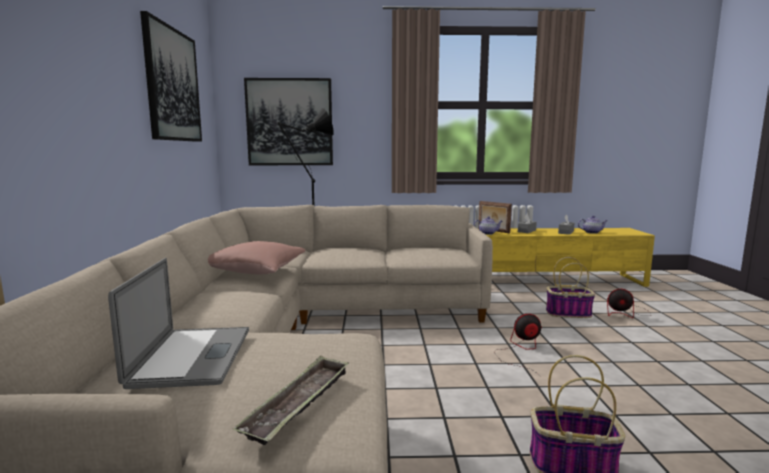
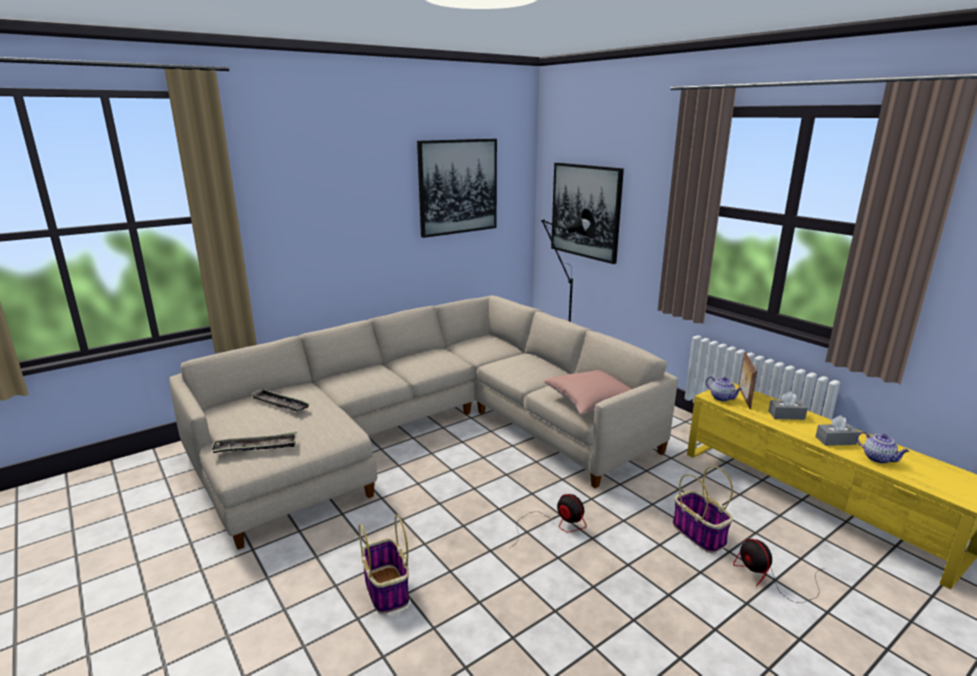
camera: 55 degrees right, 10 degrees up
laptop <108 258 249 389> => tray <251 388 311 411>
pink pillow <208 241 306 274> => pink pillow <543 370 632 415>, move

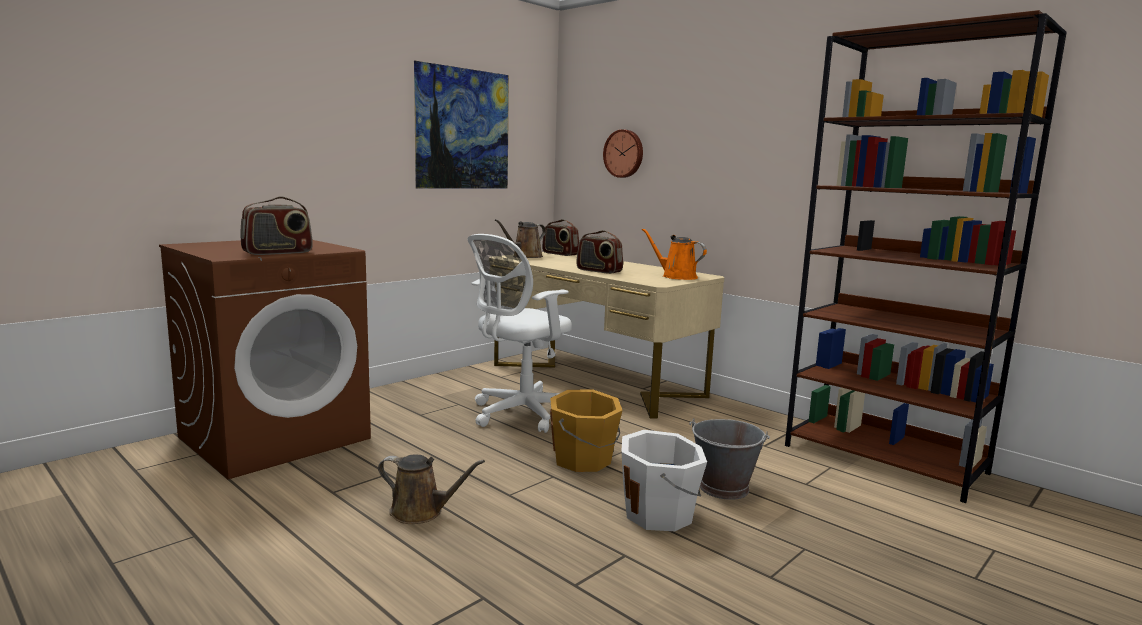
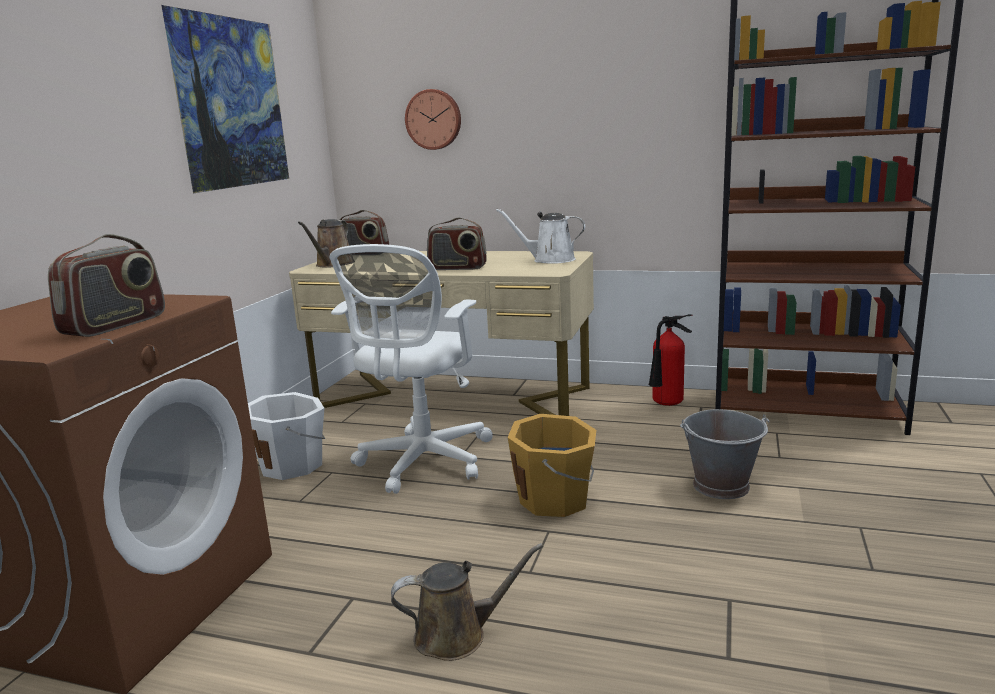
camera: 25 degrees left, 5 degrees up
white bucket <621 430 707 531> => white bucket <248 392 325 480>, move
orange watering can <642 228 707 280> => white watering can <496 208 585 264>
nothing => fire extinguisher <648 314 692 406>

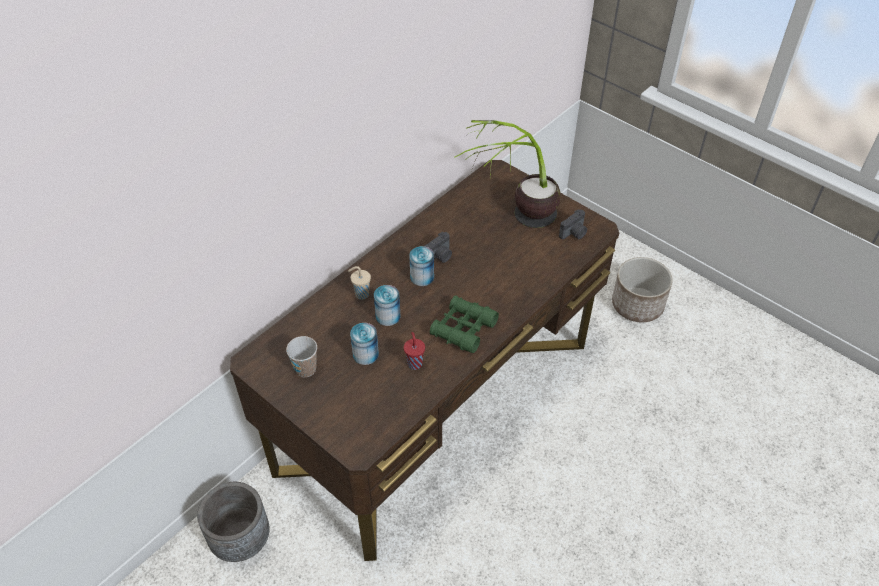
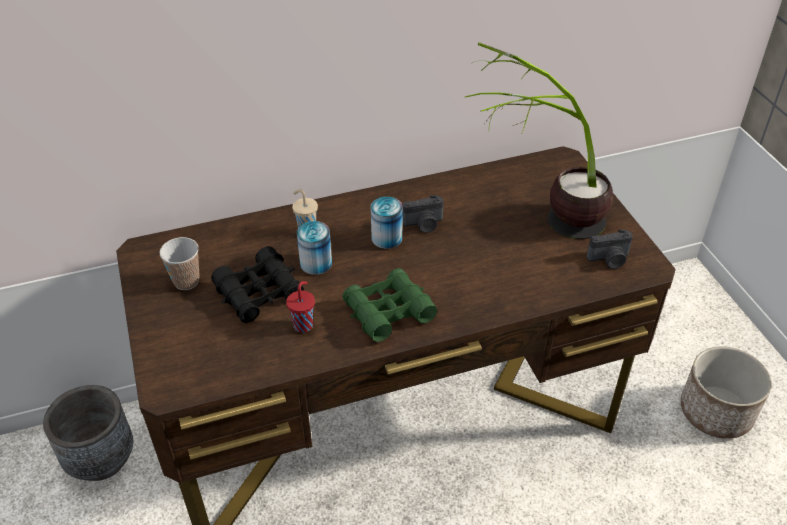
camera: 30 degrees right, 5 degrees down
can <350 323 379 365> => black binoculars <211 246 304 323>

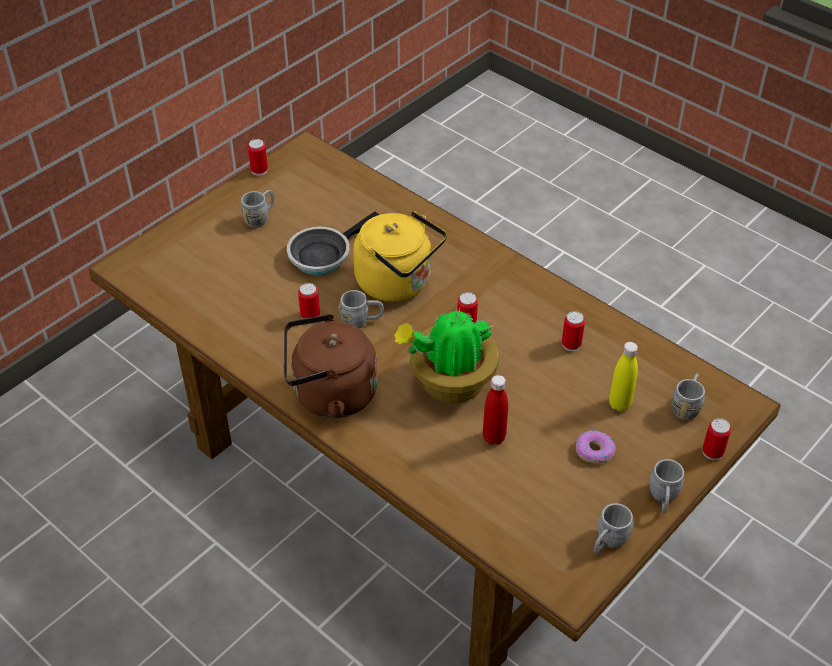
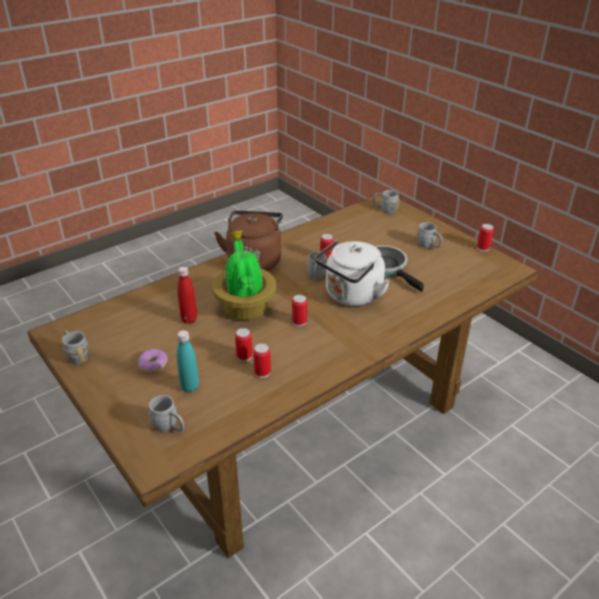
camera: 100 degrees right, 10 degrees down
yellow bottle <609 342 638 411> => turquoise bottle <177 330 199 392>
can <702 418 731 460> => can <235 328 253 362>, move
yellow kettle <353 211 447 302> => white kettle <315 240 390 306>
grey mug <649 459 684 513> => grey mug <373 190 399 214>, move

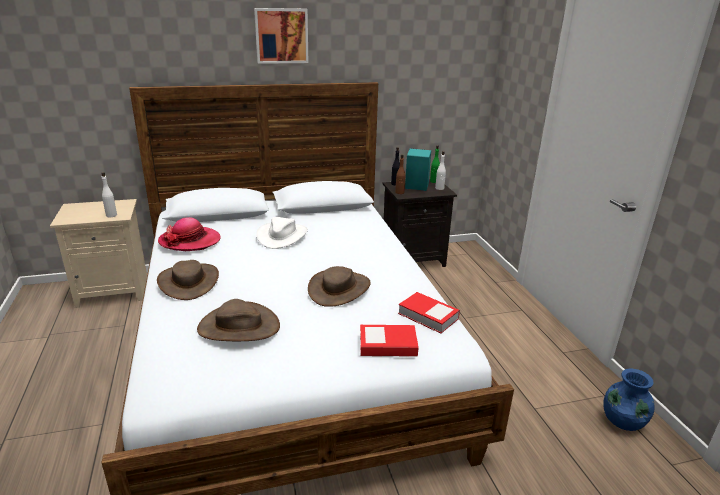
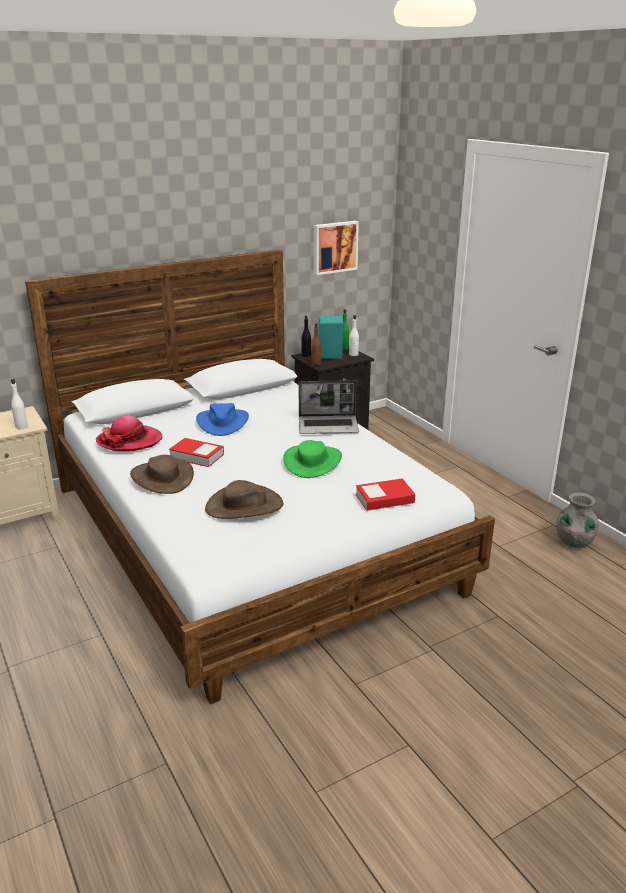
camera: 15 degrees left, 0 degrees up
book <398 292 460 333> => book <169 438 224 467>, move
white hat <256 217 308 249> => blue hat <196 403 249 436>
brown hat <308 266 371 307> => green hat <283 440 342 478>
nothing => laptop <298 380 359 434>
picture <254 8 309 64> => picture <314 221 359 275>, move
blue vase <603 368 655 431> => grey vase <556 493 599 547>

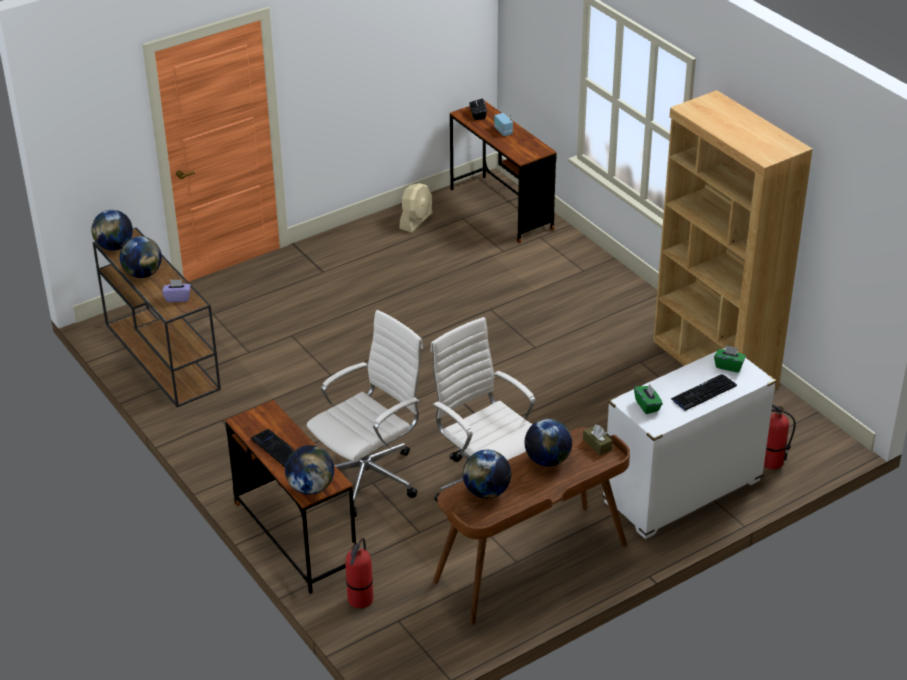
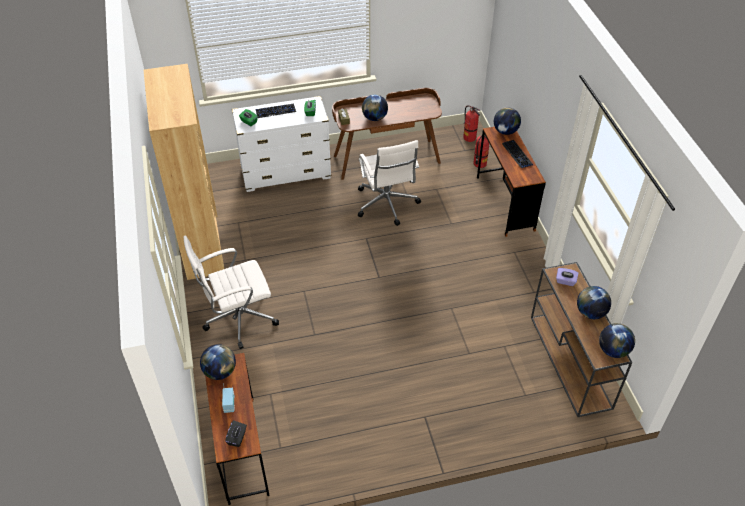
camera: 160 degrees left, 10 degrees up
white office chair <307 310 423 517> => white office chair <184 235 279 349>, move
globe <463 450 511 499> => globe <200 344 236 380>, move
fire extinguisher <764 404 796 470> => fire extinguisher <463 105 480 142>, move
beige fan <399 183 433 233> => nothing

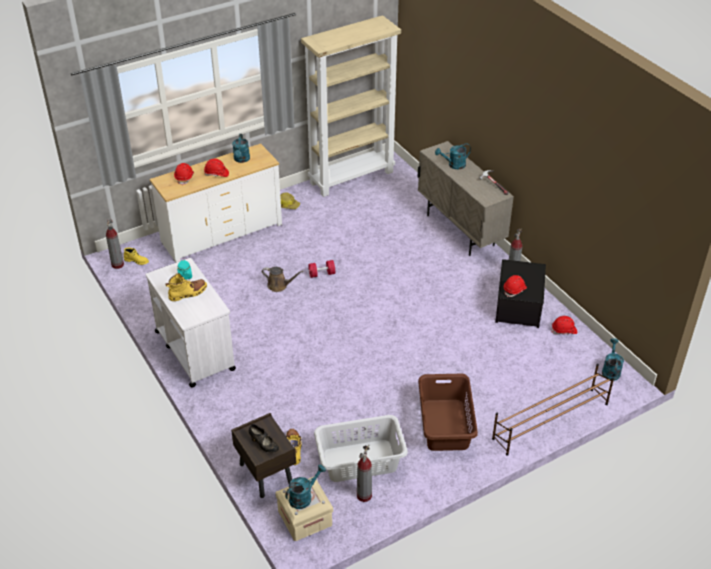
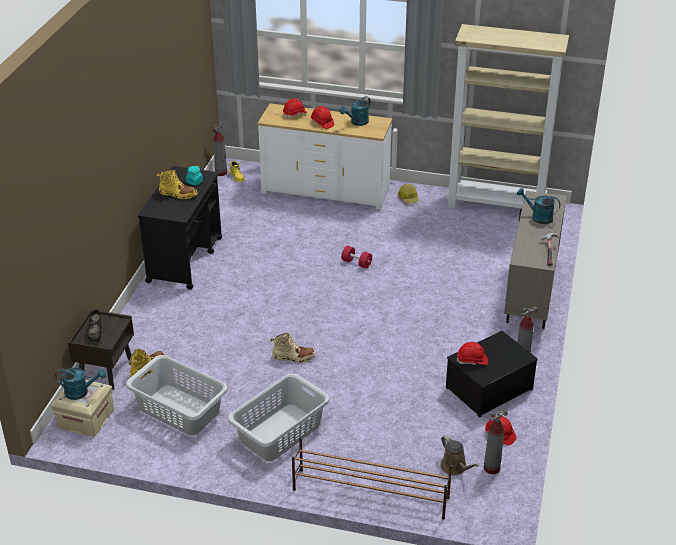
camera: 45 degrees right, 5 degrees down
white cart <146 258 236 388> => black cart <138 166 222 290>
brown laundry basket <418 374 478 451> => grey laundry basket <227 373 330 461>
nothing => beige boot <270 333 316 363>
brown watering can <262 267 303 292> => brown watering can <440 435 479 475>, move
fire extinguisher <357 445 372 502> => fire extinguisher <484 409 508 474>, move
turquoise watering can <602 338 624 381> => nothing

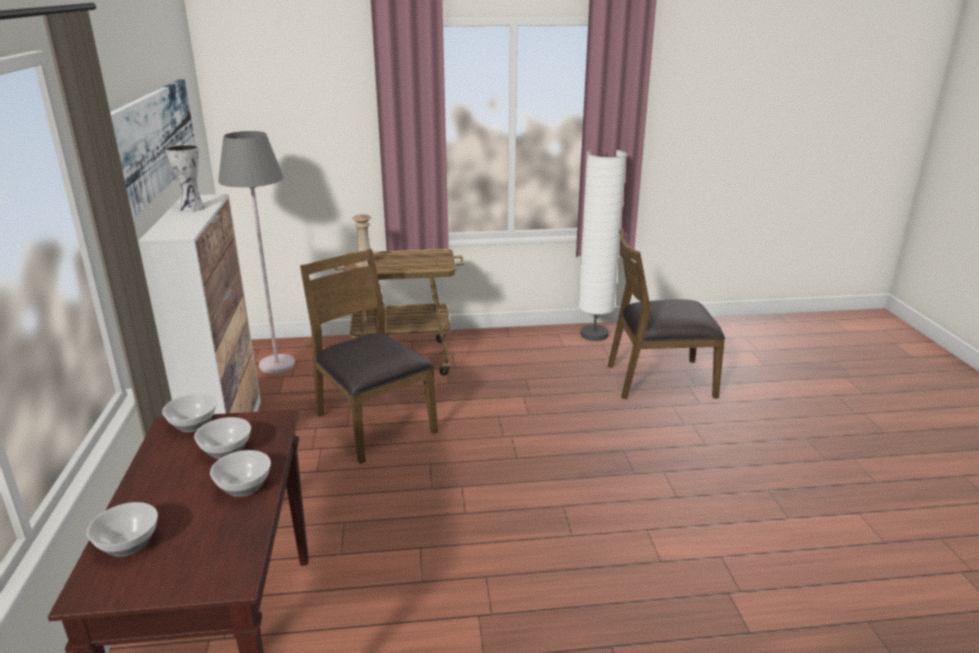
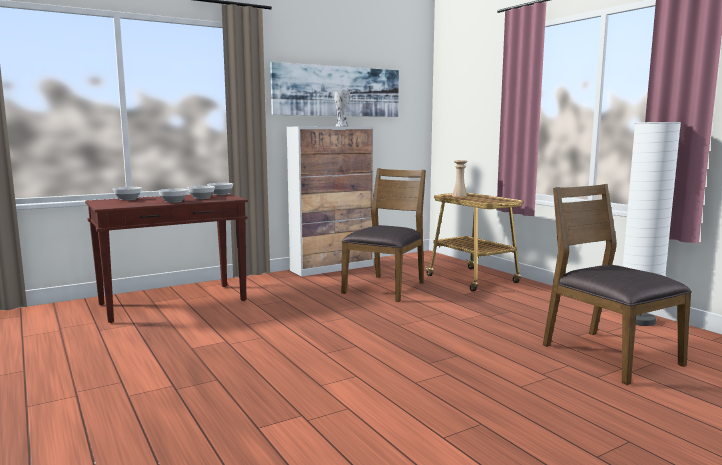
camera: 65 degrees right, 15 degrees down
grey floor lamp <218 131 295 373> => nothing

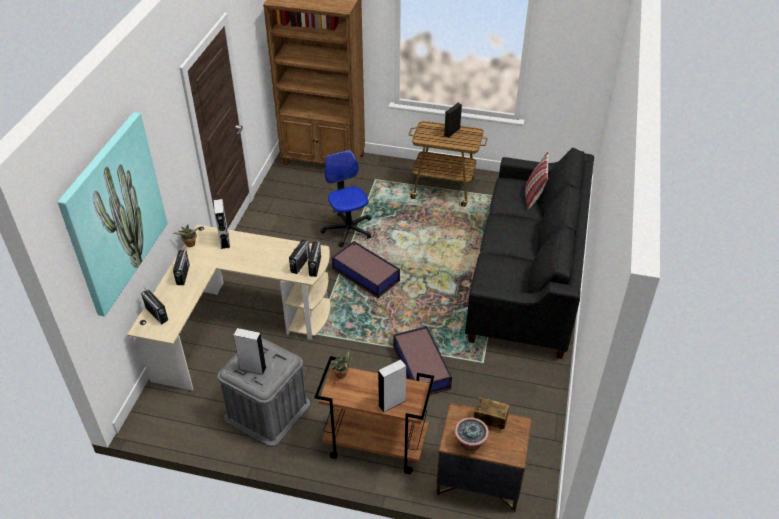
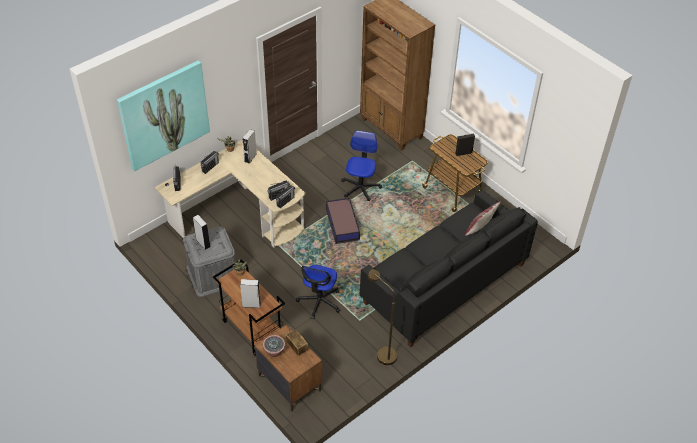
camera: 35 degrees right, 5 degrees up
storage box <393 326 452 395> => office chair <296 265 340 319>
nothing => brown floor lamp <368 269 397 365>

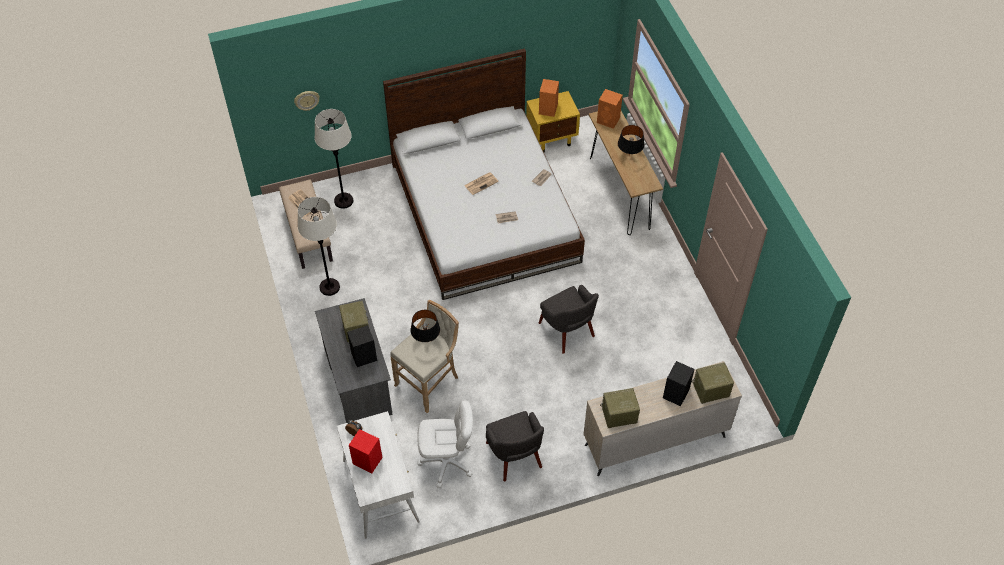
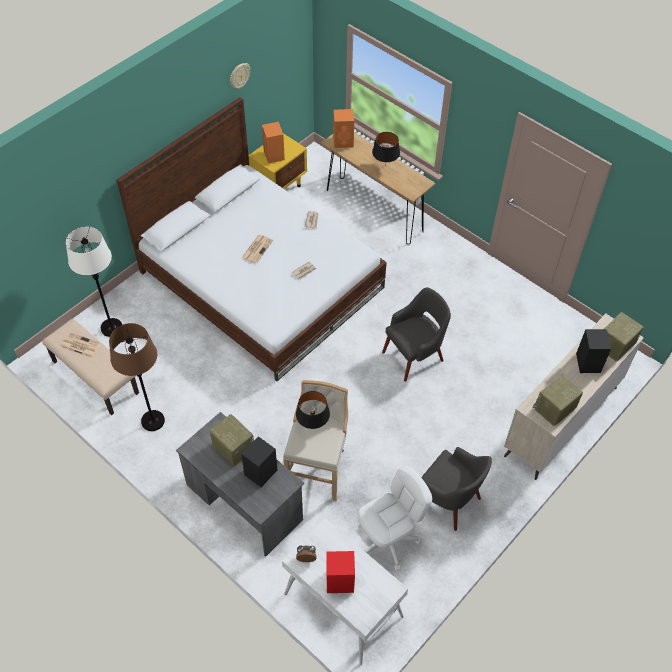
camera: 30 degrees left, 0 degrees up
white floor lamp <298 197 340 296> => brown floor lamp <109 323 165 431>
wall clock <294 91 320 111> => wall clock <230 63 250 89>, move
grey armchair <539 285 599 354> => grey armchair <382 287 451 382>, 60 degrees counterclockwise

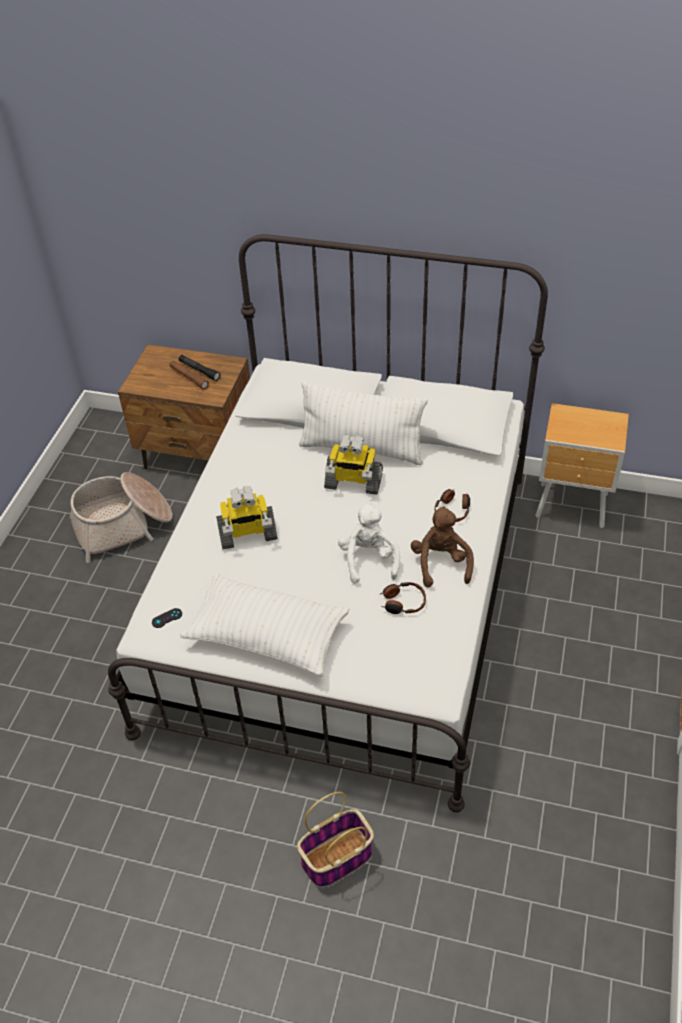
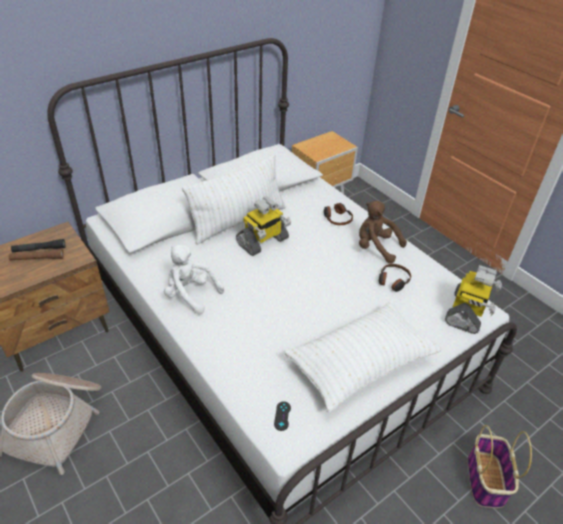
camera: 55 degrees left, 5 degrees down
white plush toy <338 503 400 584> => white plush toy <164 244 224 314>, move
toy robot <216 486 278 549> => toy robot <445 265 502 334>, move

